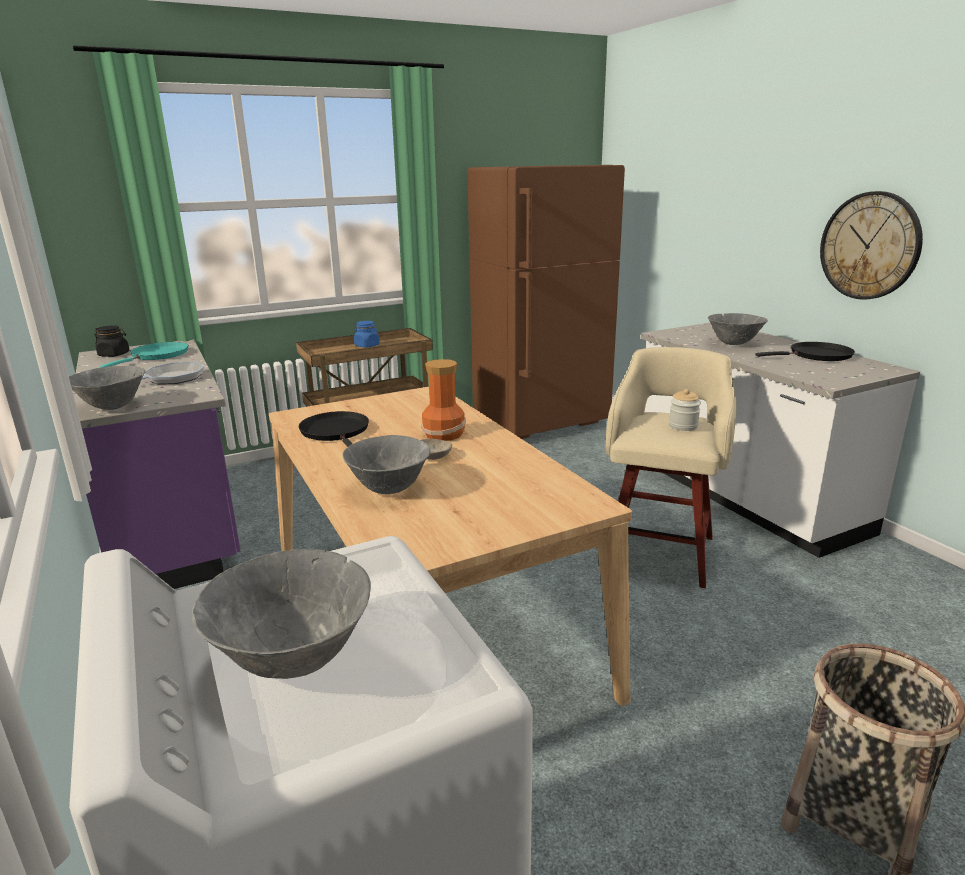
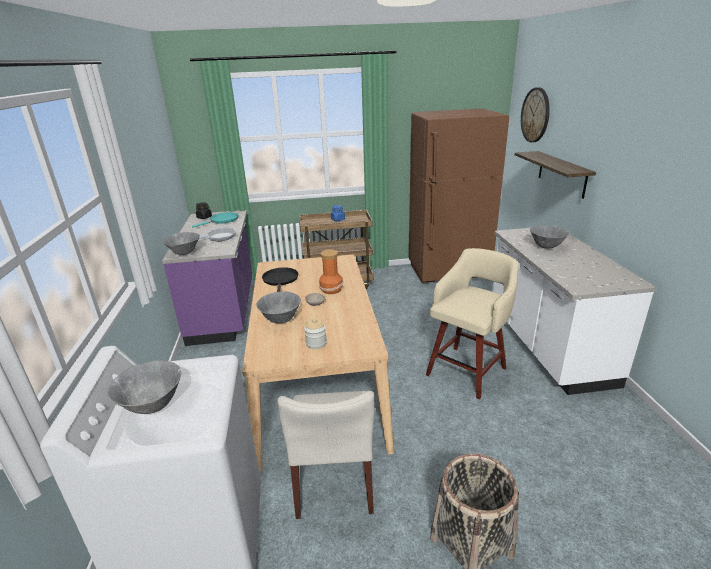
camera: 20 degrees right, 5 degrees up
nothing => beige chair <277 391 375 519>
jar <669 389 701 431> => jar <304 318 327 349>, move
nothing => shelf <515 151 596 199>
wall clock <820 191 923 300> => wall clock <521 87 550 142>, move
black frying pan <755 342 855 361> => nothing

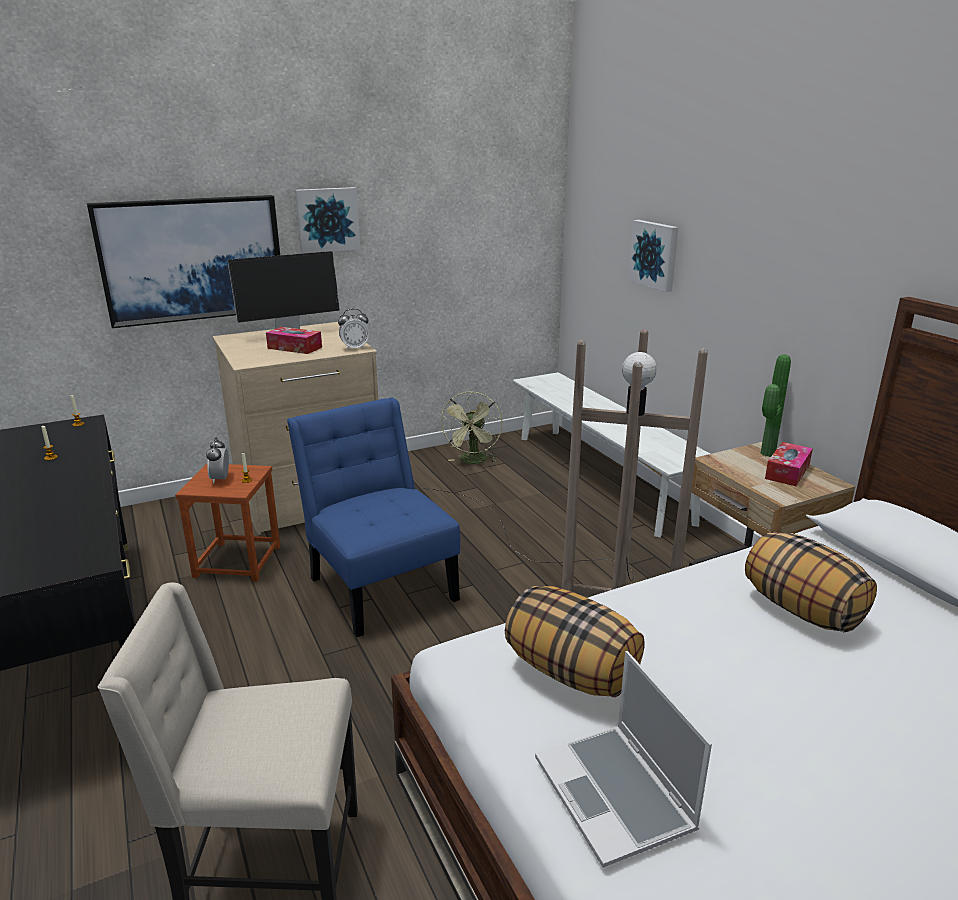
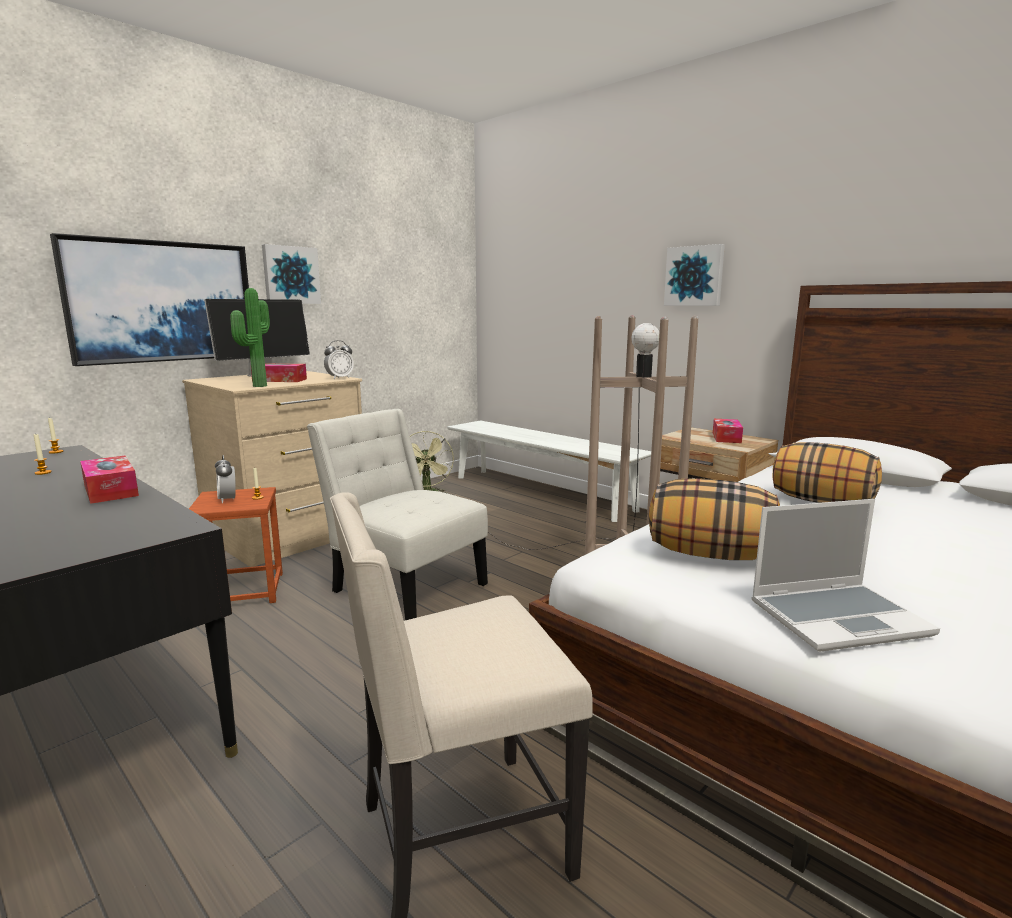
camera: 20 degrees left, 10 degrees down
nothing => tissue box <80 456 139 504>
potted plant <760 354 791 457> => potted plant <230 288 270 387>, move
blue chair <287 397 460 637> => white chair <307 409 488 620>
picture <628 220 679 292> => picture <664 244 725 306>, move
laptop <535 651 712 868> => laptop <751 499 940 652>, 60 degrees counterclockwise

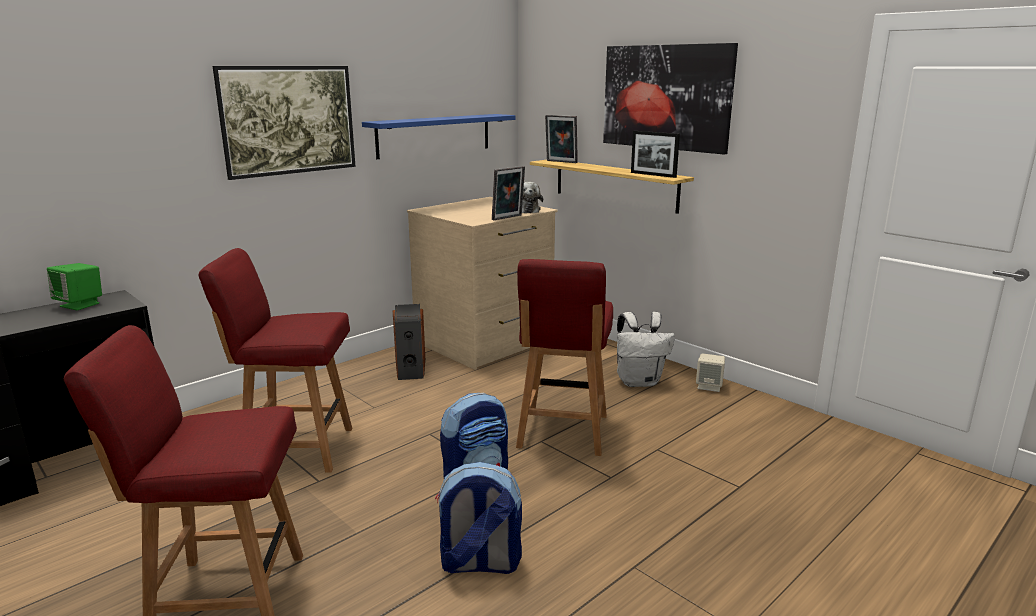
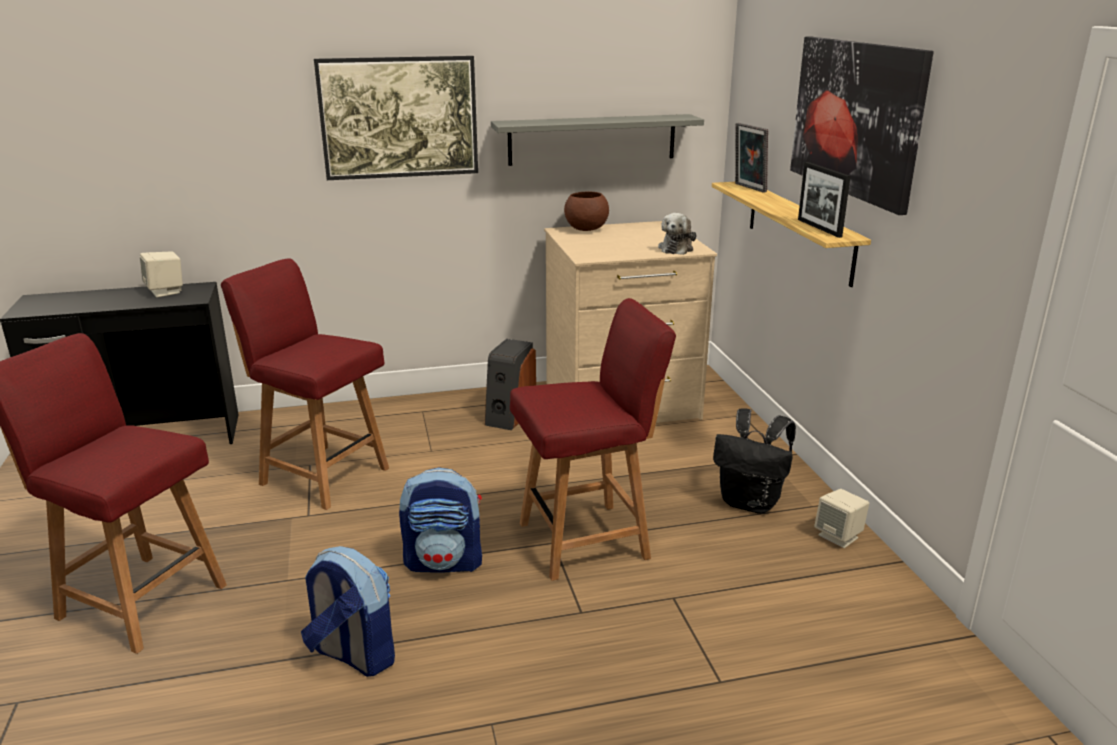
camera: 30 degrees right, 5 degrees up
green speaker <47 263 102 310> => beige speaker <140 251 183 297>
blue shelf <362 114 516 159> => grey shelf <491 114 704 166>
red chair <516 259 613 456> => red chair <510 298 676 581>, 150 degrees counterclockwise
nothing => brown bowl <564 192 609 231>
white backpack <617 312 675 387> => black backpack <713 408 796 514>
picture frame <492 166 525 220> => nothing

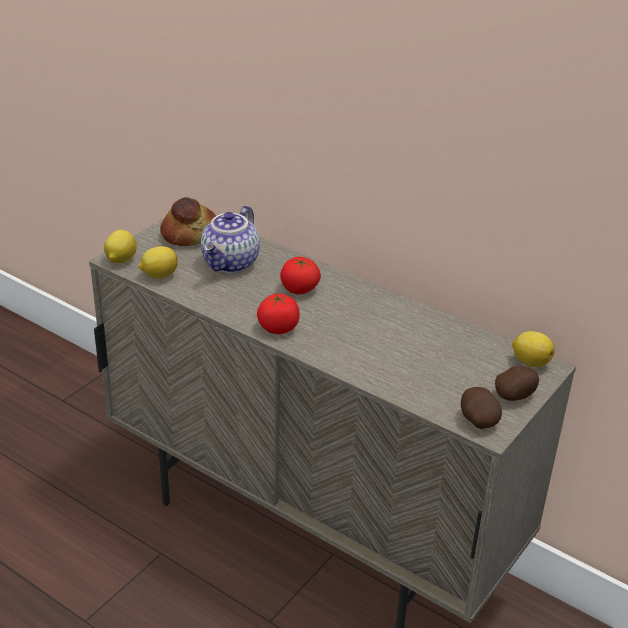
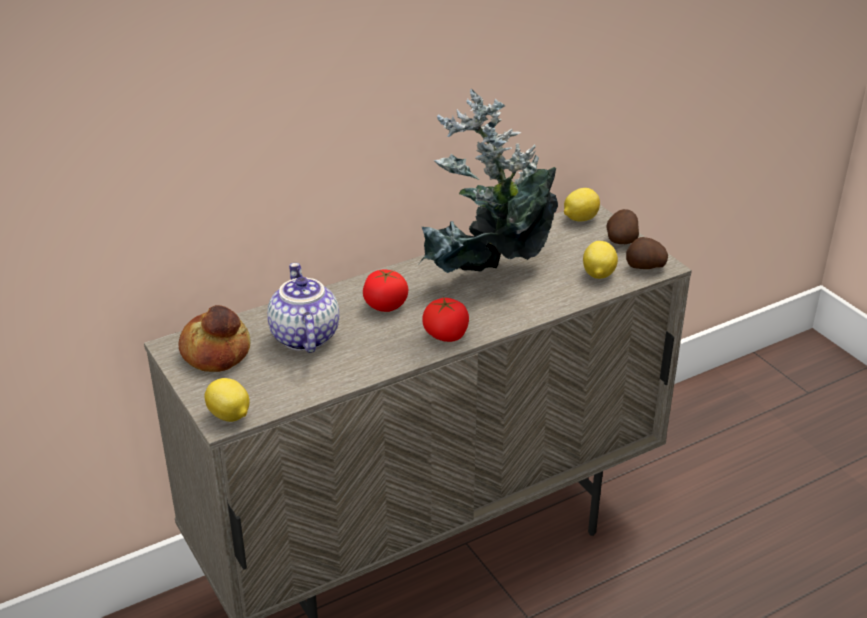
camera: 65 degrees left, 0 degrees up
teapot <201 205 260 273> => teapot <267 263 339 353>, 150 degrees counterclockwise
nothing => potted plant <416 89 558 273>
lemon <139 246 178 279> => lemon <583 241 618 279>, move

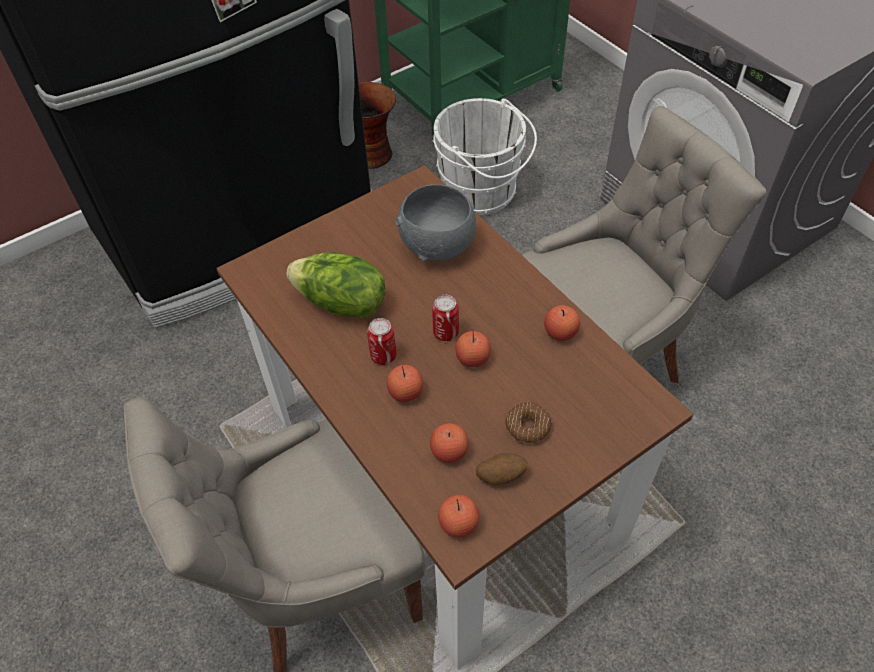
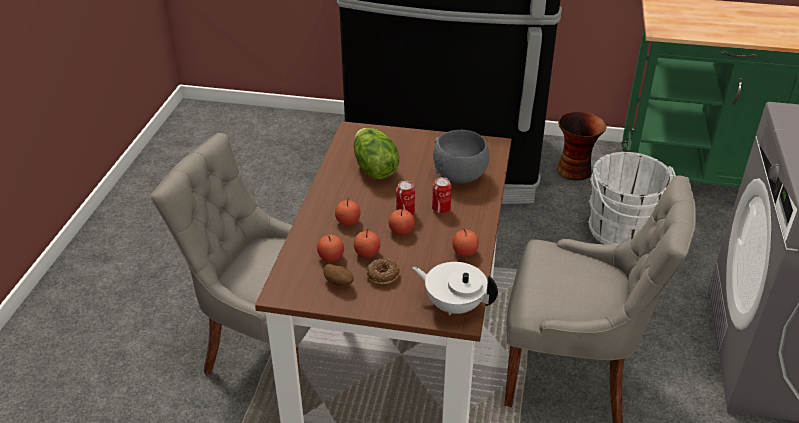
camera: 45 degrees right, 15 degrees down
apple <438 495 479 537> => apple <354 229 380 258>, move
nothing => white teapot <412 262 498 315>
can <367 318 397 365> => can <432 177 451 213>, move

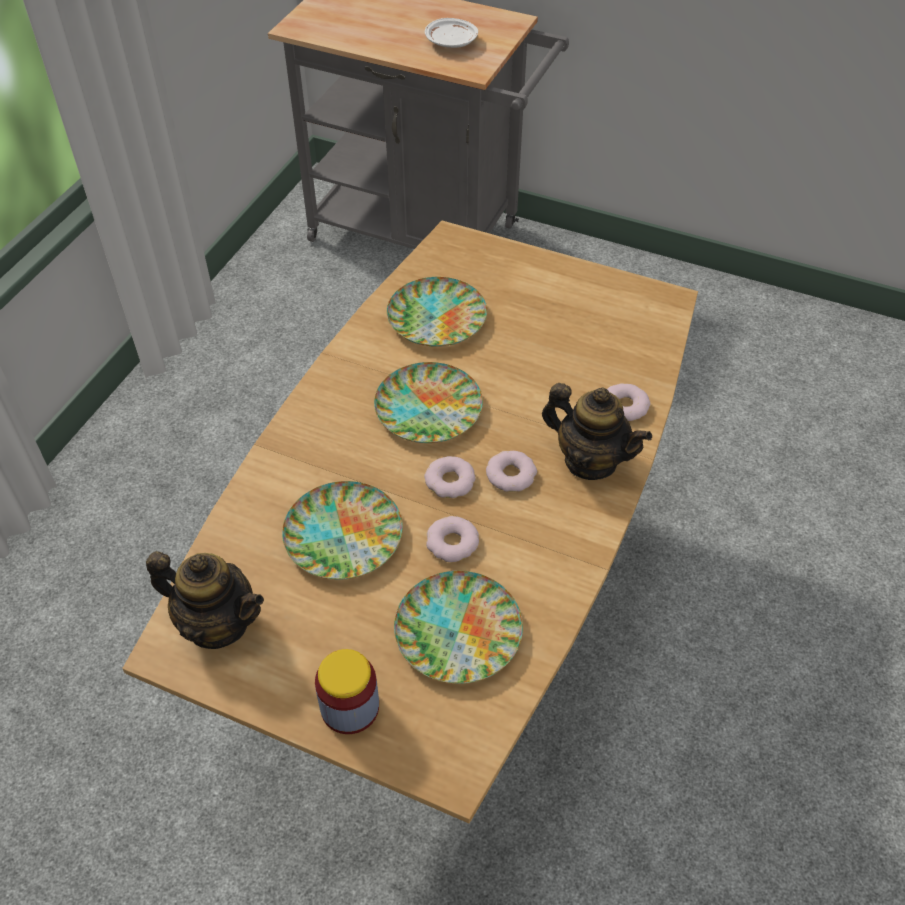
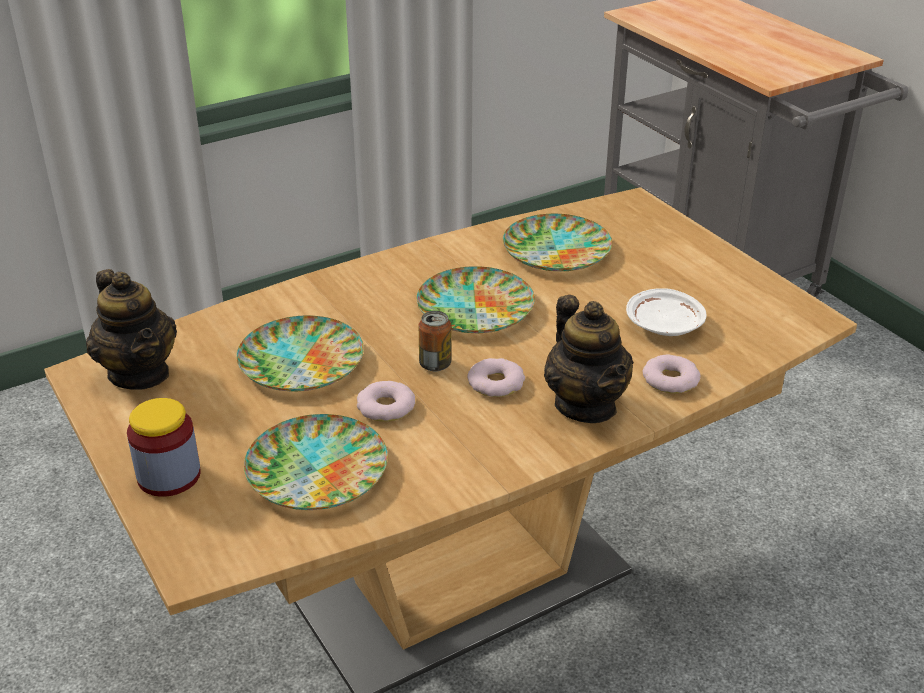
camera: 35 degrees right, 15 degrees down
donut <424 456 476 498> => can <418 311 451 371>
white plate <425 18 478 48> => white plate <626 288 707 336>, move

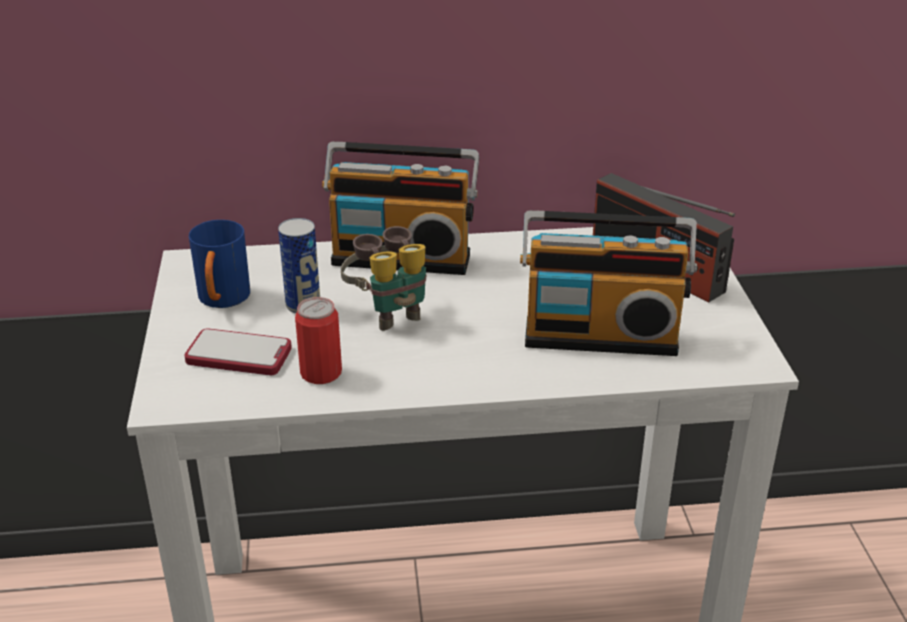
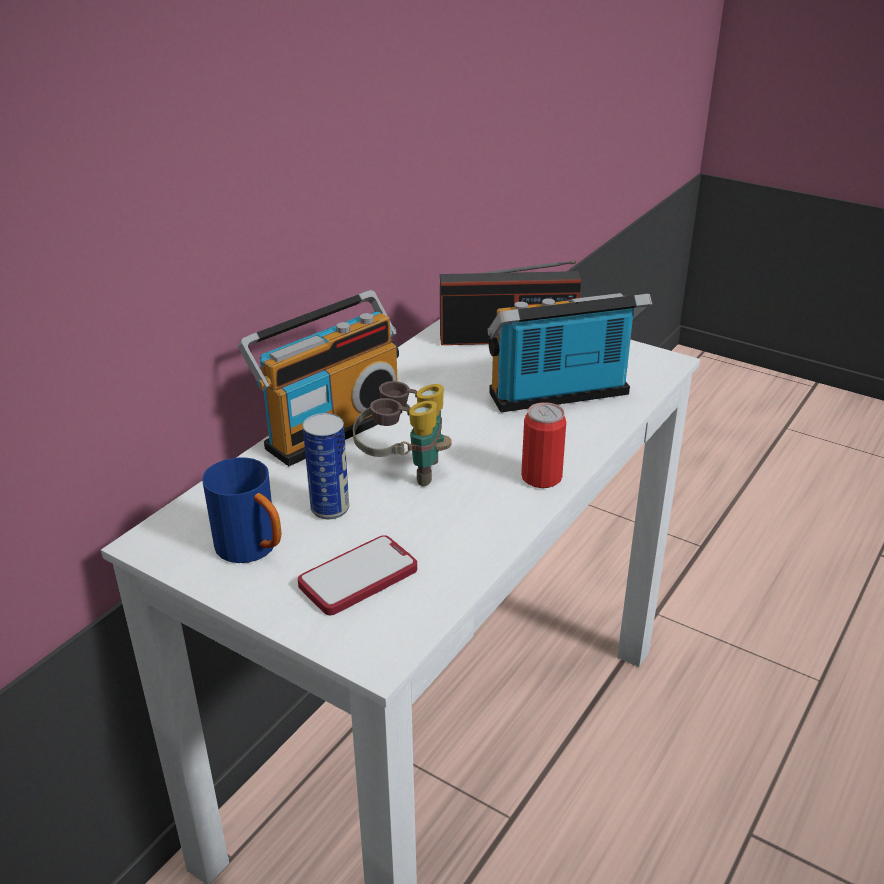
camera: 50 degrees left, 0 degrees up
radio <520 210 697 356> => radio <487 293 652 412>, 150 degrees counterclockwise
can <295 297 342 384> => can <521 402 566 488>, move

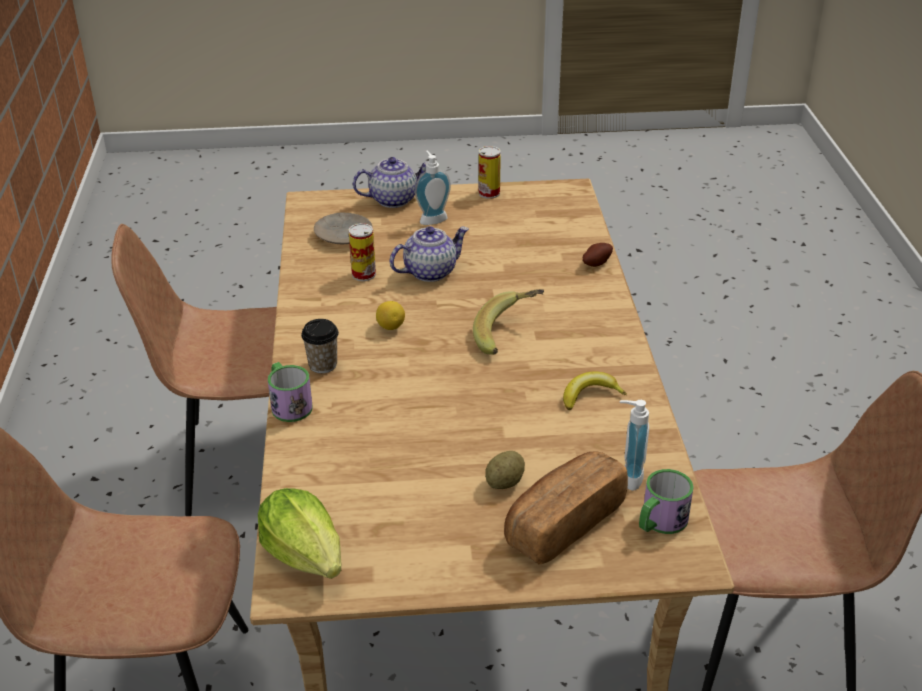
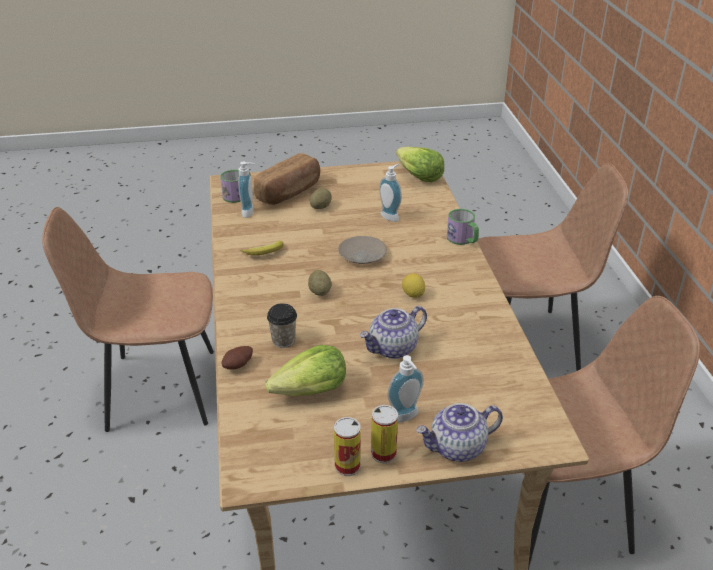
camera: 175 degrees right, 0 degrees up
nothing => lettuce <265 345 346 396>
cup <301 319 339 373> => cup <267 303 297 348>, move
banana <473 289 544 355> => potato <308 270 332 296>
beige plate <314 212 372 244> => beige plate <338 236 387 264>, move
can <349 223 376 281> => can <371 405 398 463>, move
nothing => soap dispenser <379 164 402 222>

